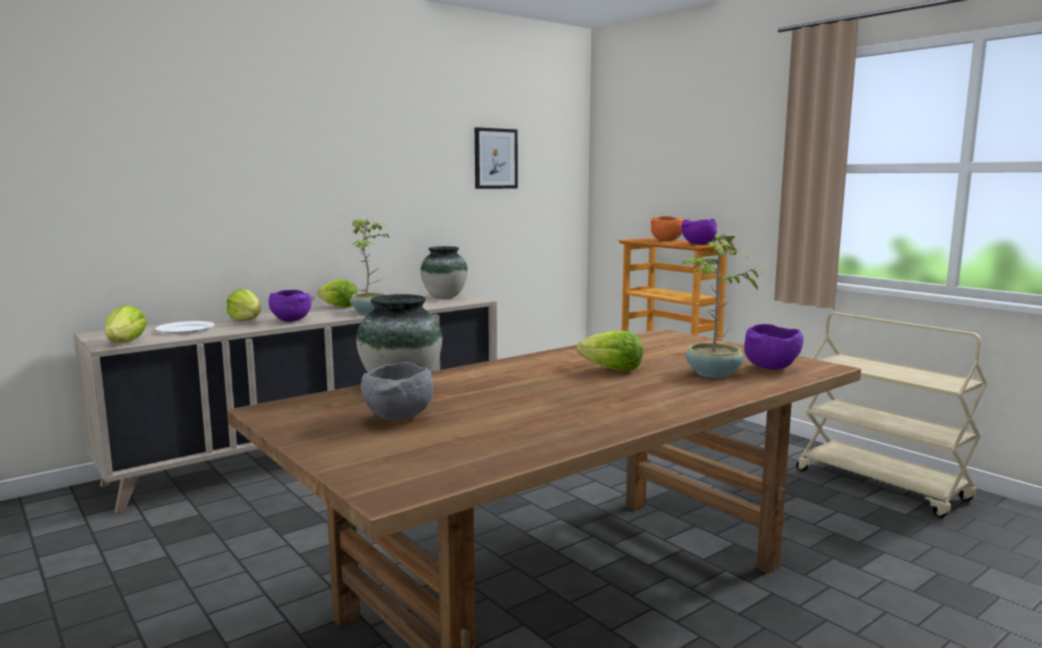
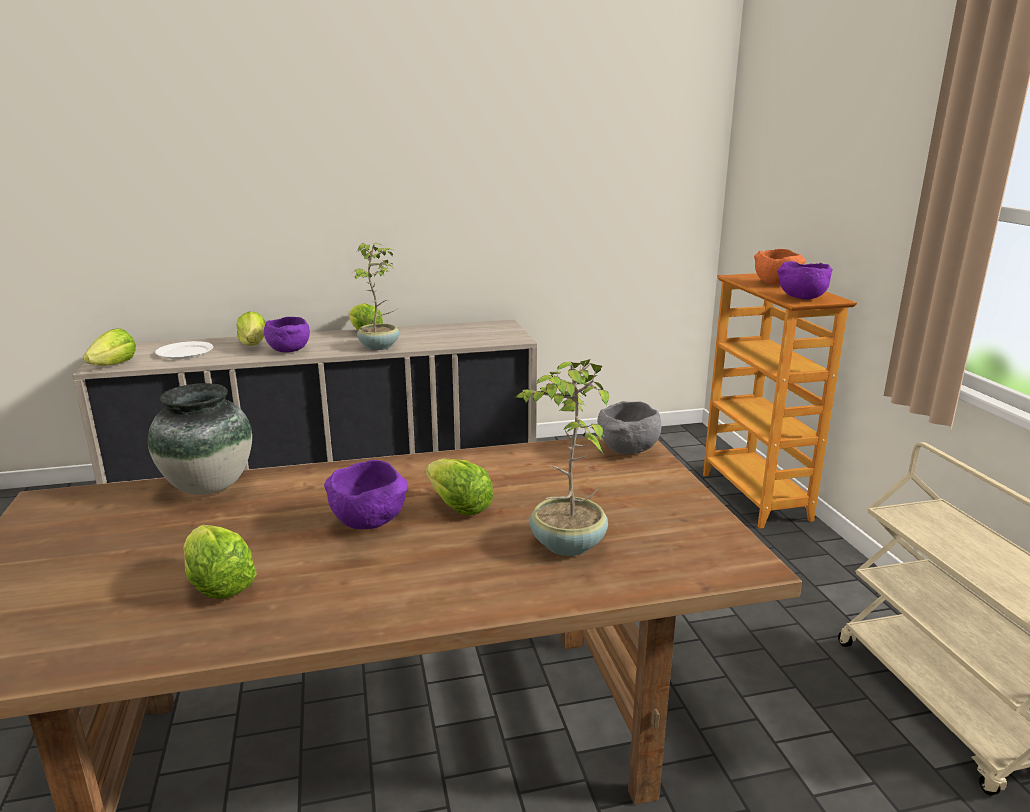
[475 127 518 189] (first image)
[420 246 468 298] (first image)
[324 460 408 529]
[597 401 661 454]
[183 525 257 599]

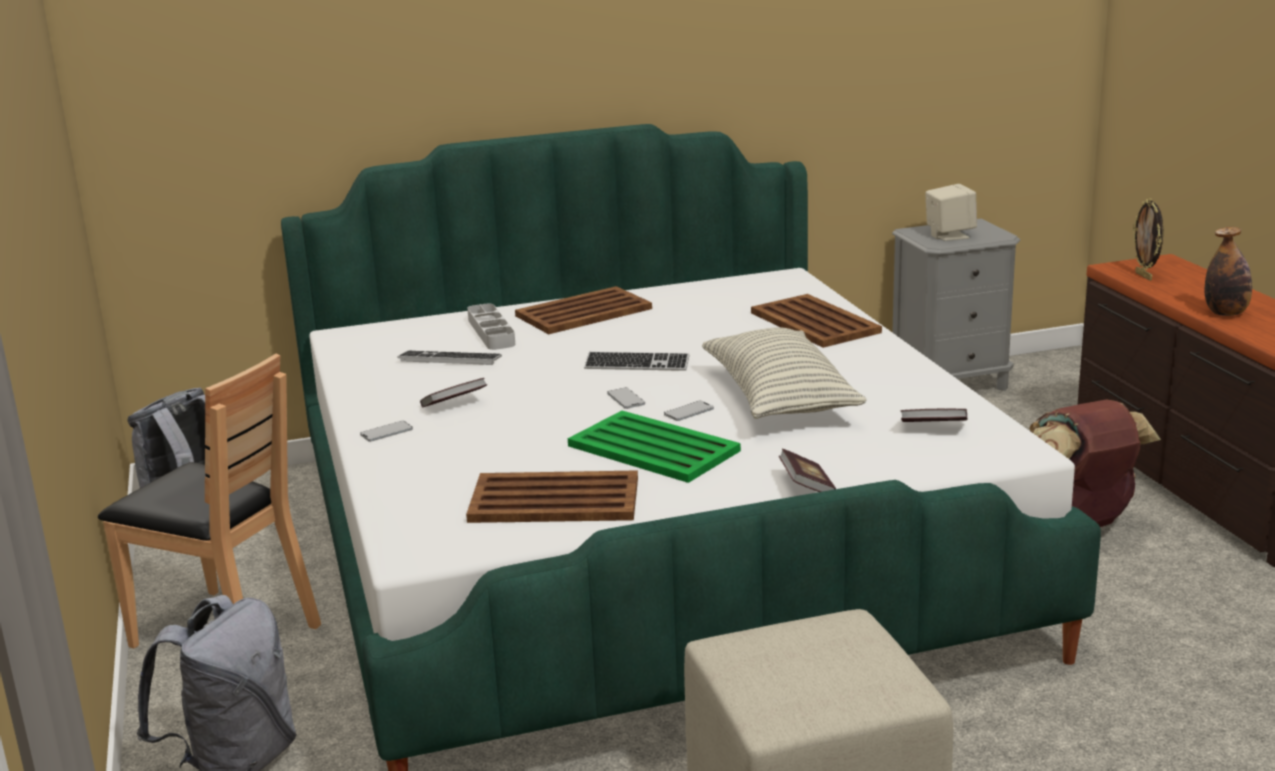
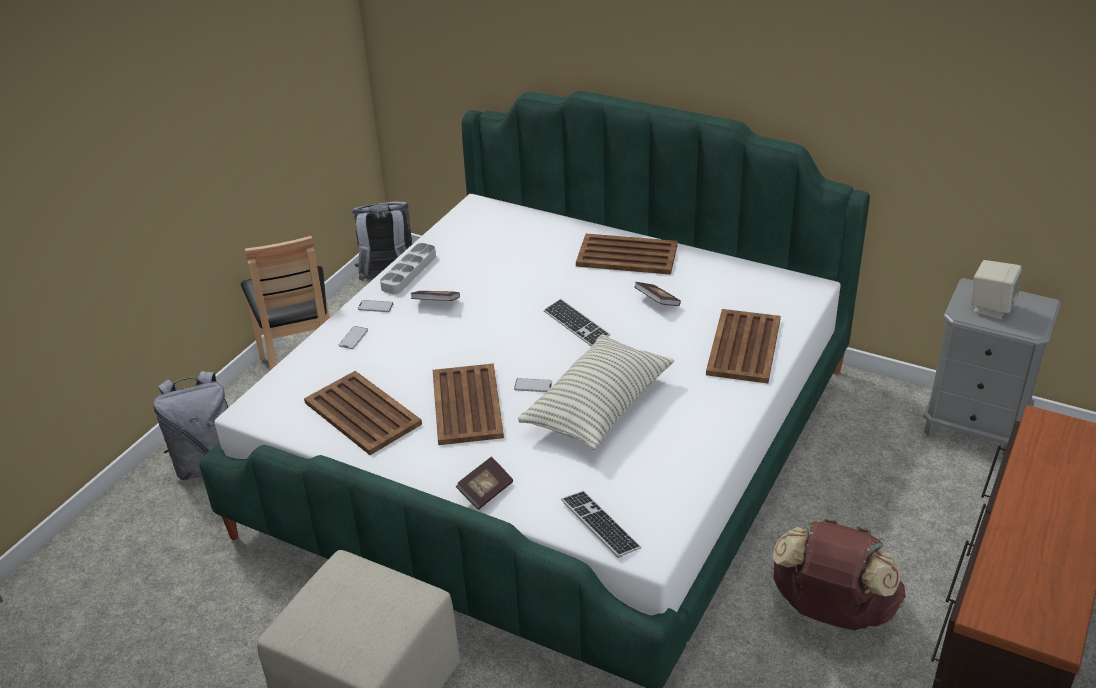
[1133 198 1163 281] (first image)
[1205 227 1252 316] (first image)
[380 243 436 294]
[561 491 641 558]
[339 326 368 349]
[634 282 681 306]
[433 363 504 445]

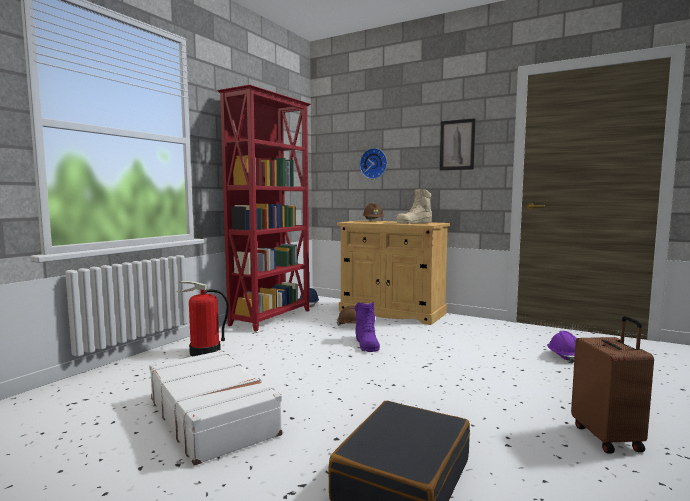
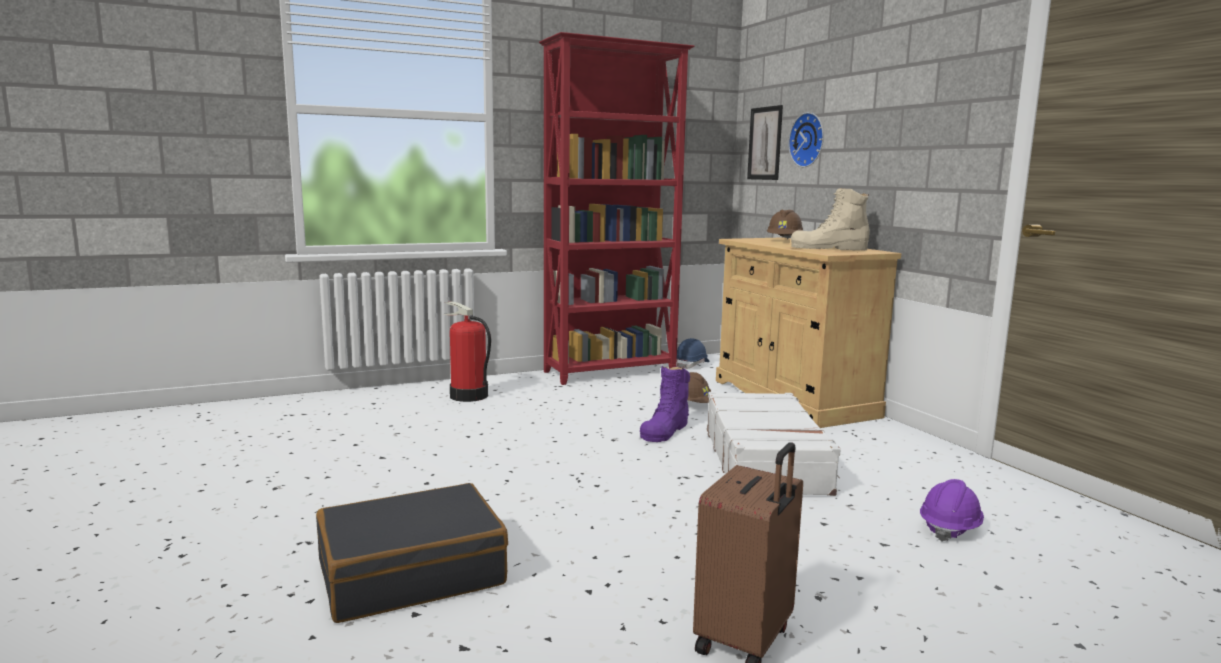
[747 105 783 180]
[707 392 841 496]

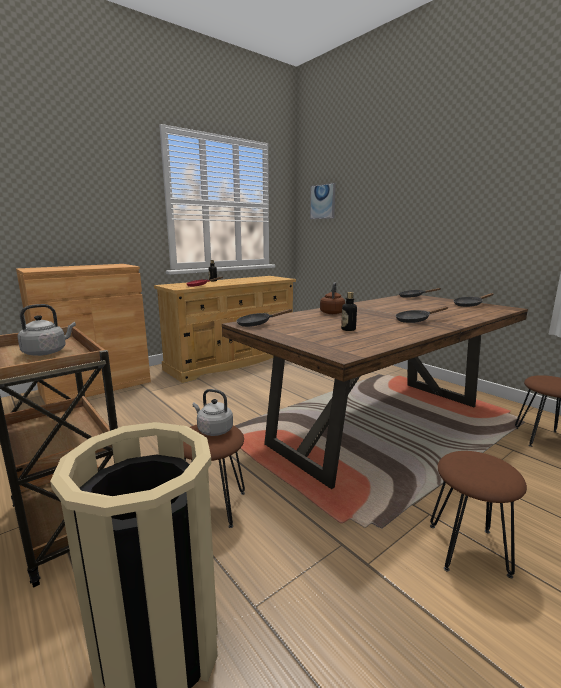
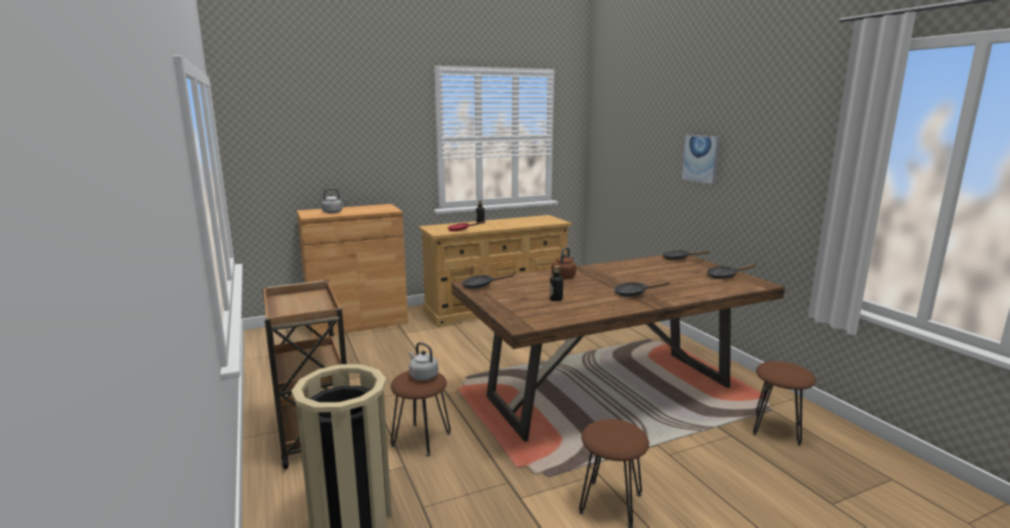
[681 135 721 185]
[322 188 348 214]

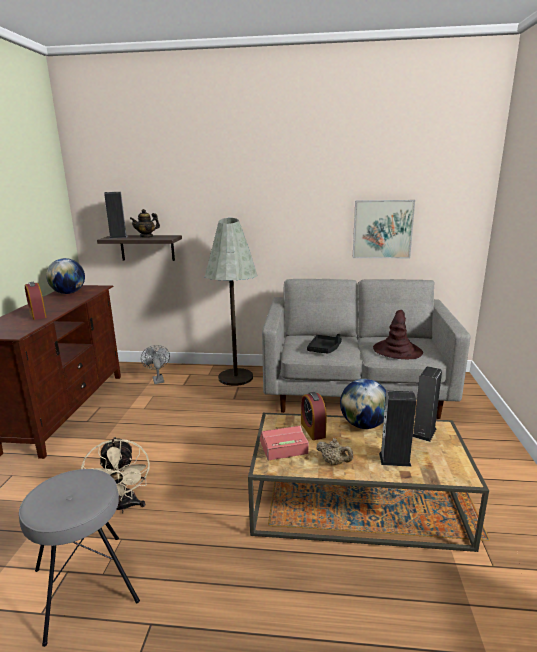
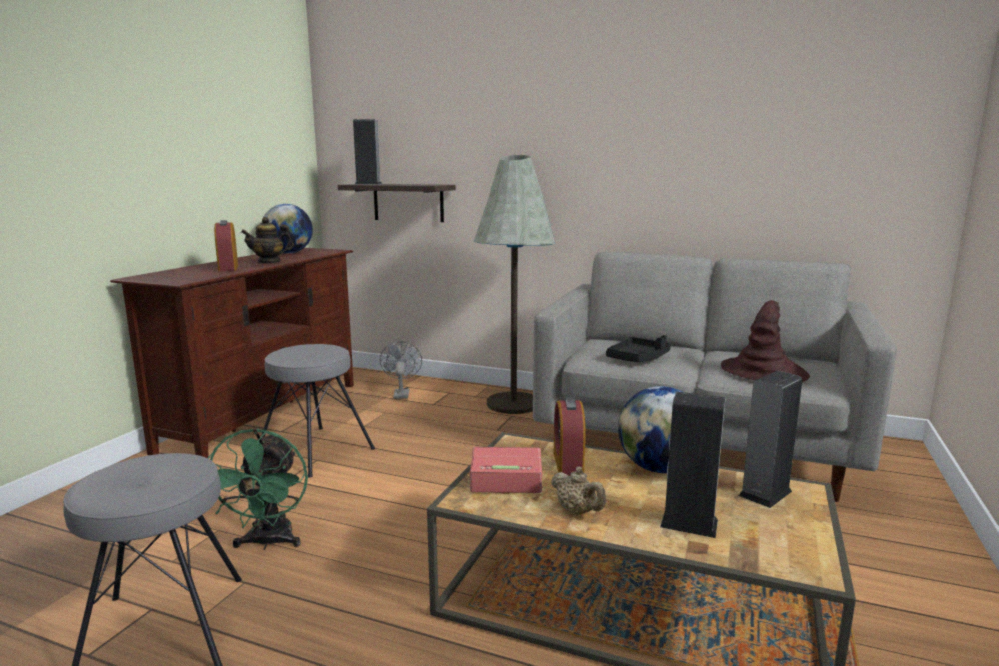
[353 200 415 258] (first image)
[241 217 294 264]
[208 428 308 550]
[261 344 375 478]

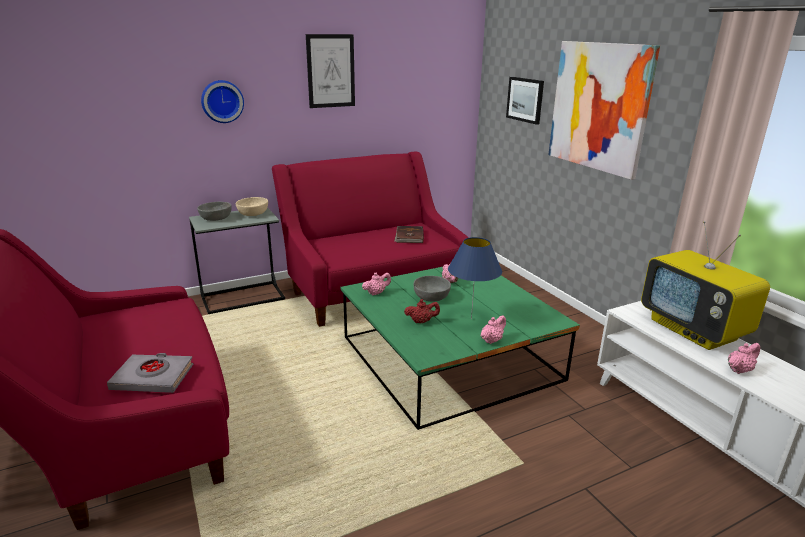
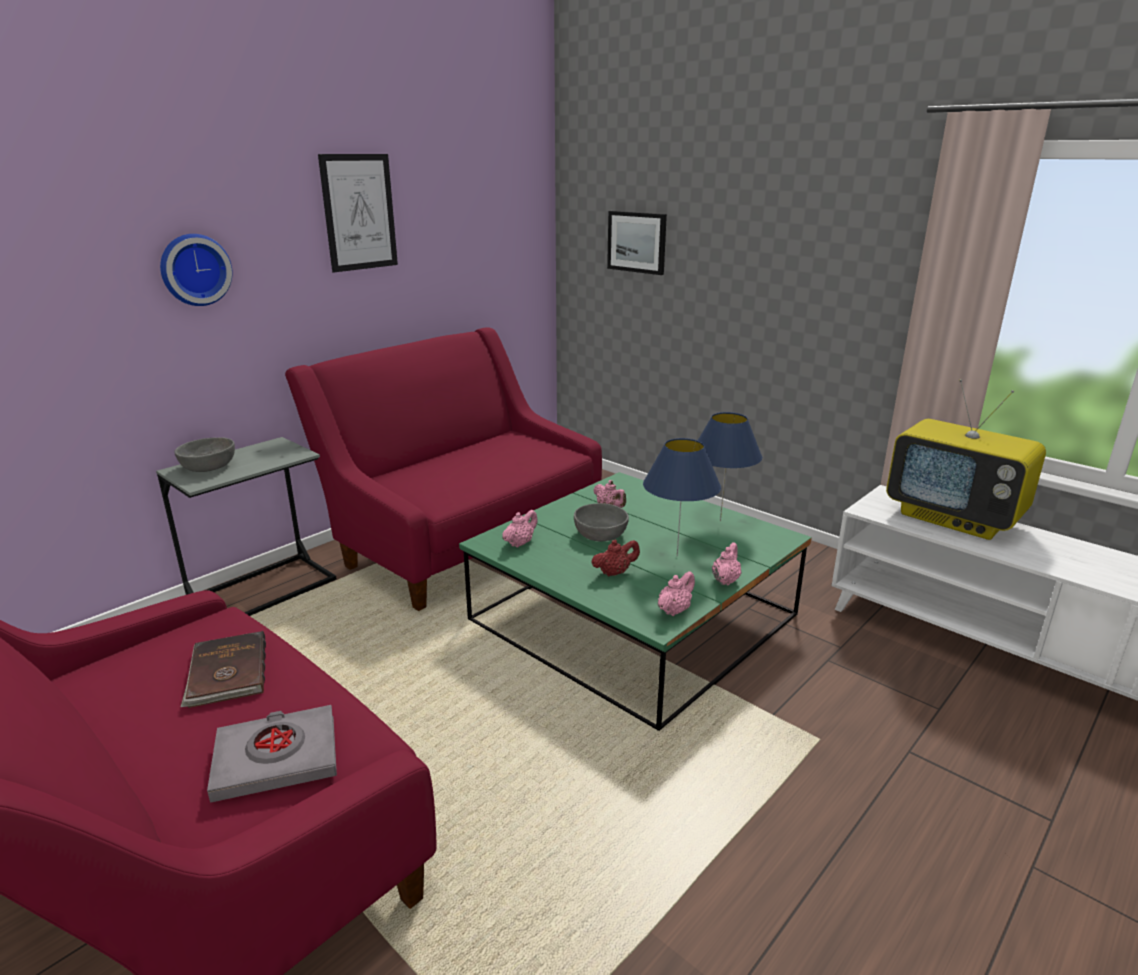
[548 41 660 180] (first image)
[236 197 268 216] (first image)
[180 631 266 708]
[658 571 695 616]
[698 412 762 521]

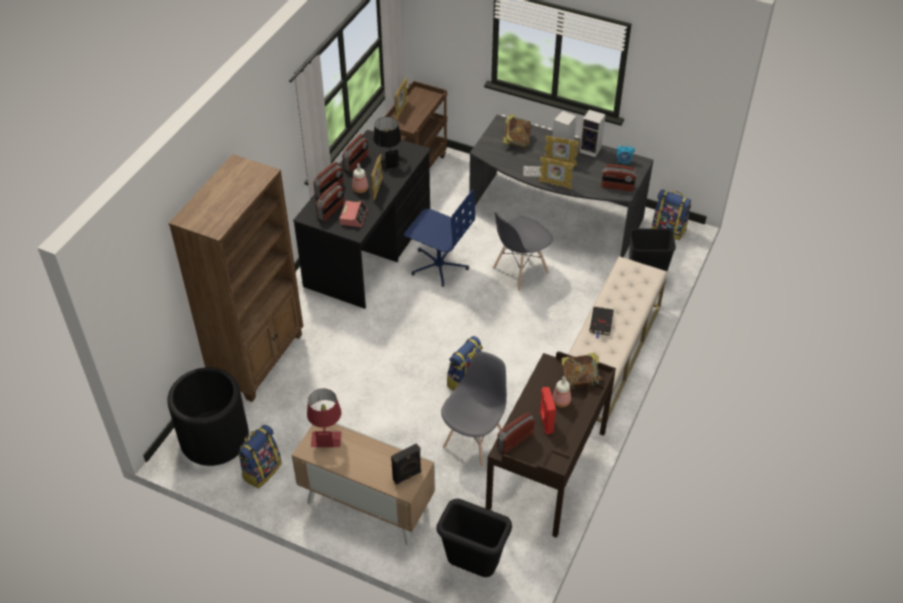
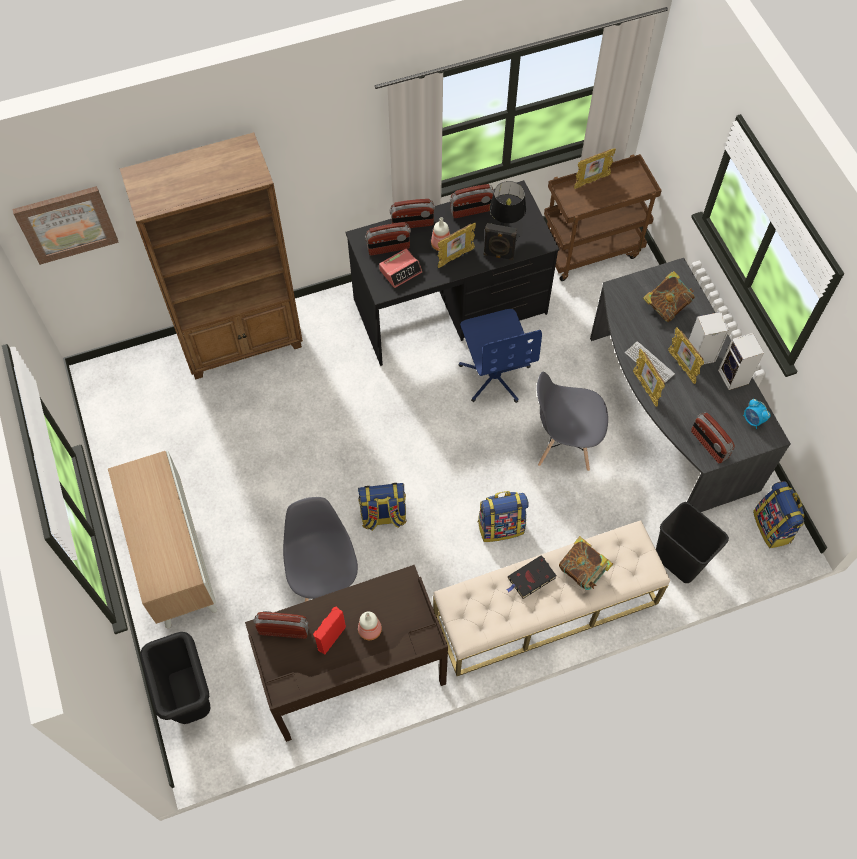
[283 497 358 602]
[559 536 613 590]
[167 367 249 466] (first image)
[307 388 341 447] (first image)
[477 491 529 542]
[483 223 517 260]
[12 186 119 265]

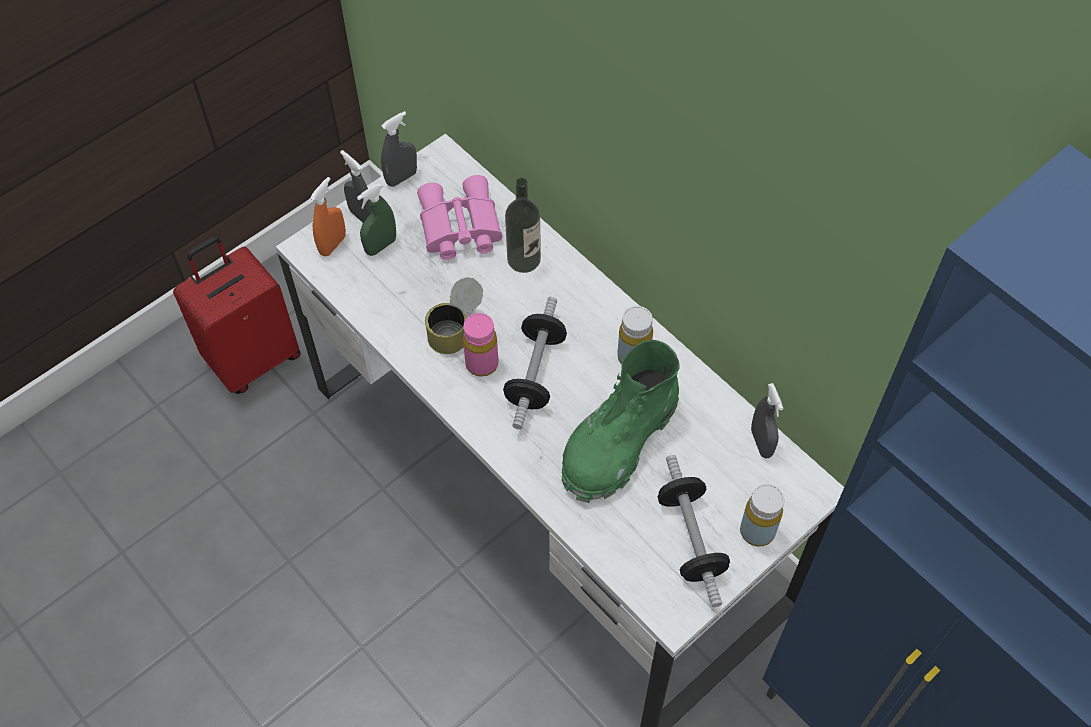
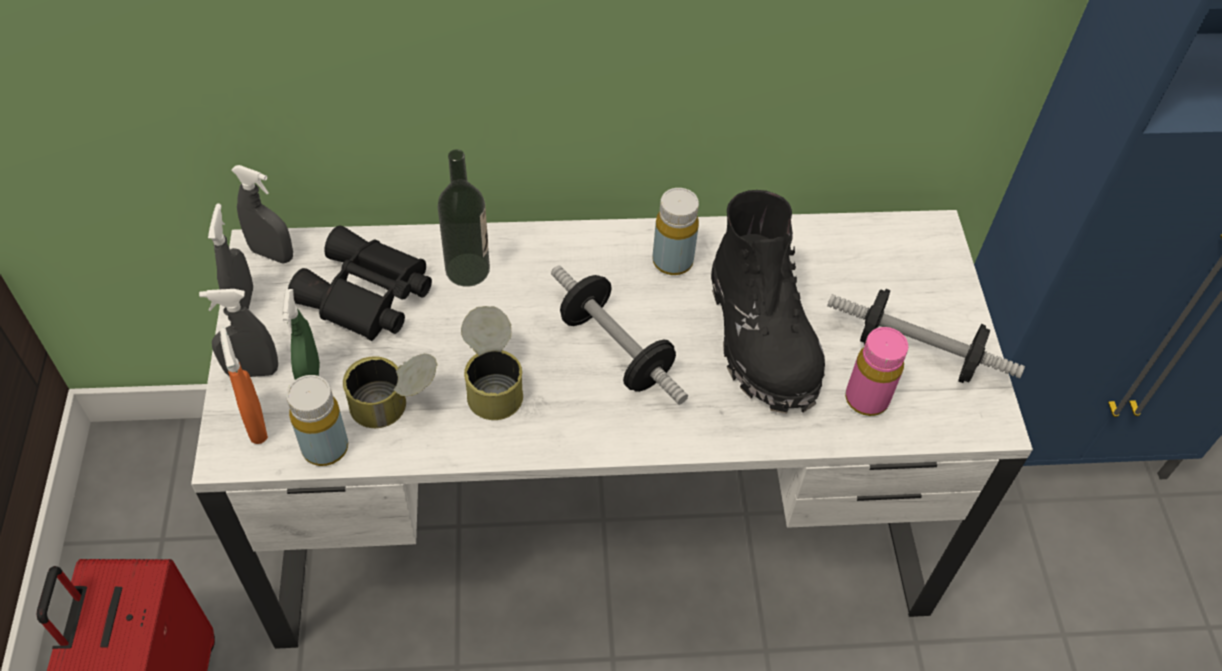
[288 225 432 341]
[845 327 908 416]
[711 190 825 414]
[231 165 293 264]
[286 375 348 466]
[343 354 437 428]

